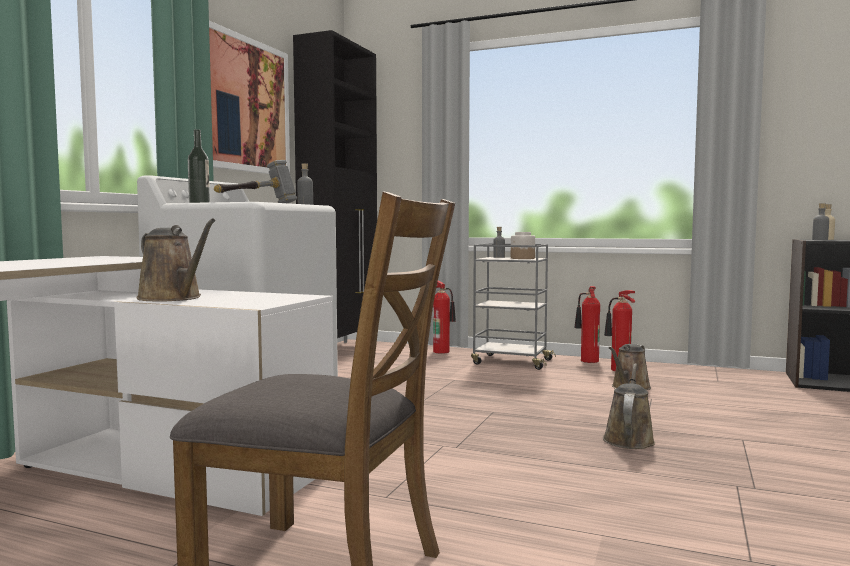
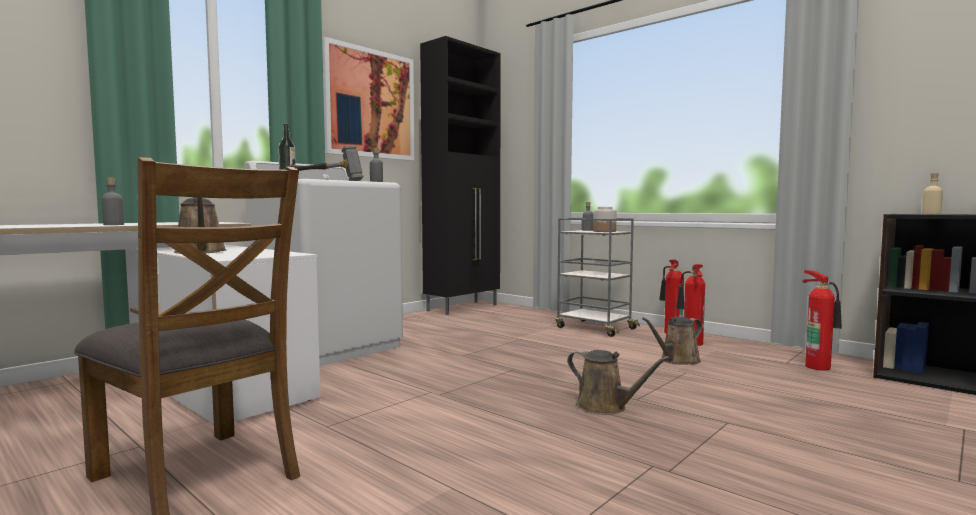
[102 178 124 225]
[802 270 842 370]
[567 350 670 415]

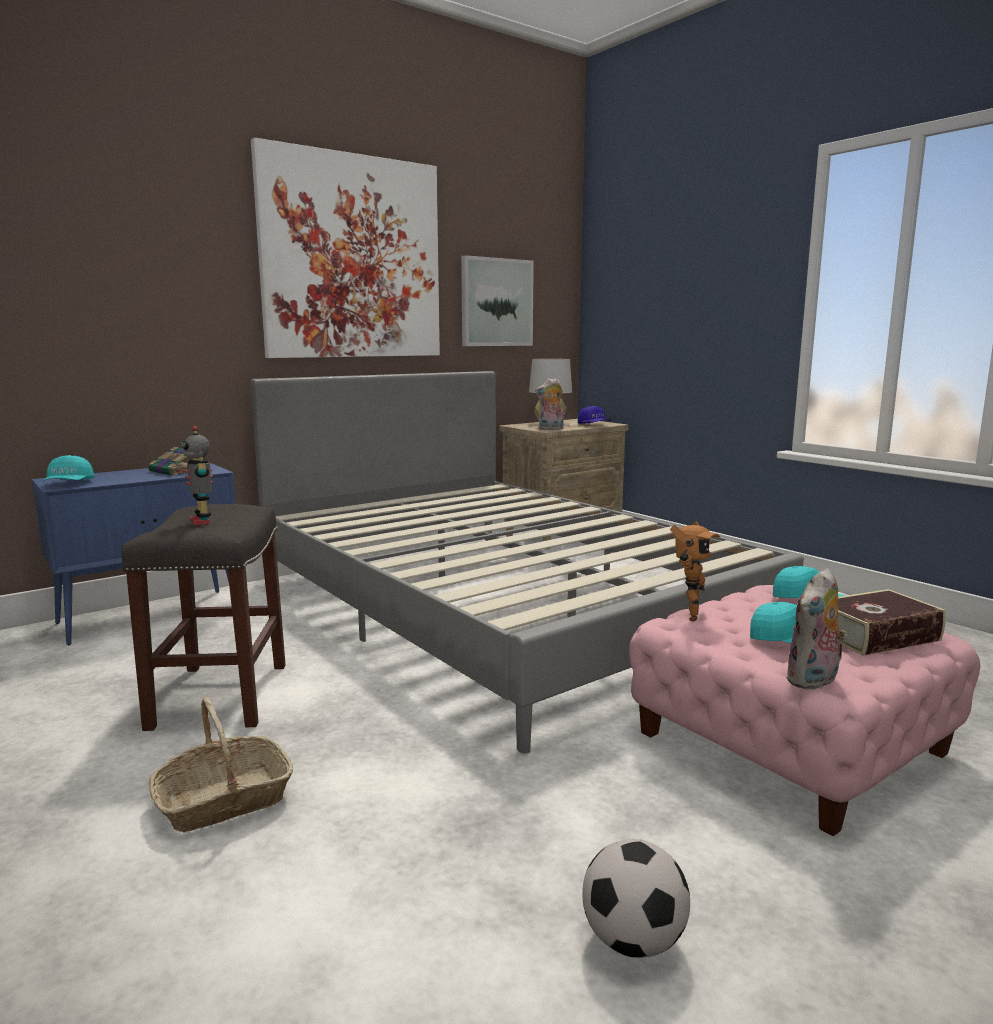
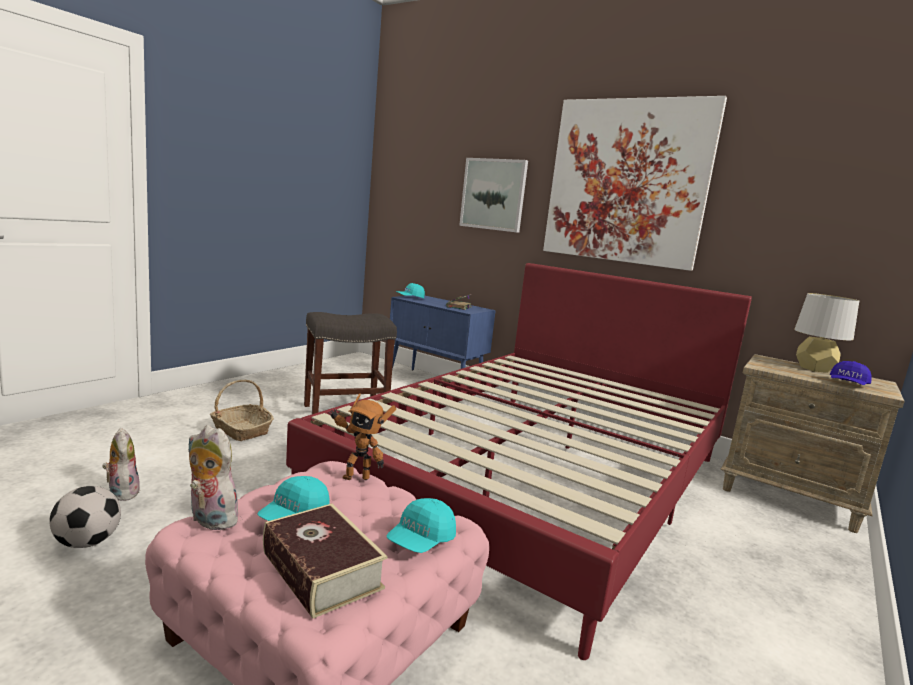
[459 158 528 233]
[286 263 752 660]
[103 428 140 501]
[182 426 213 525] (first image)

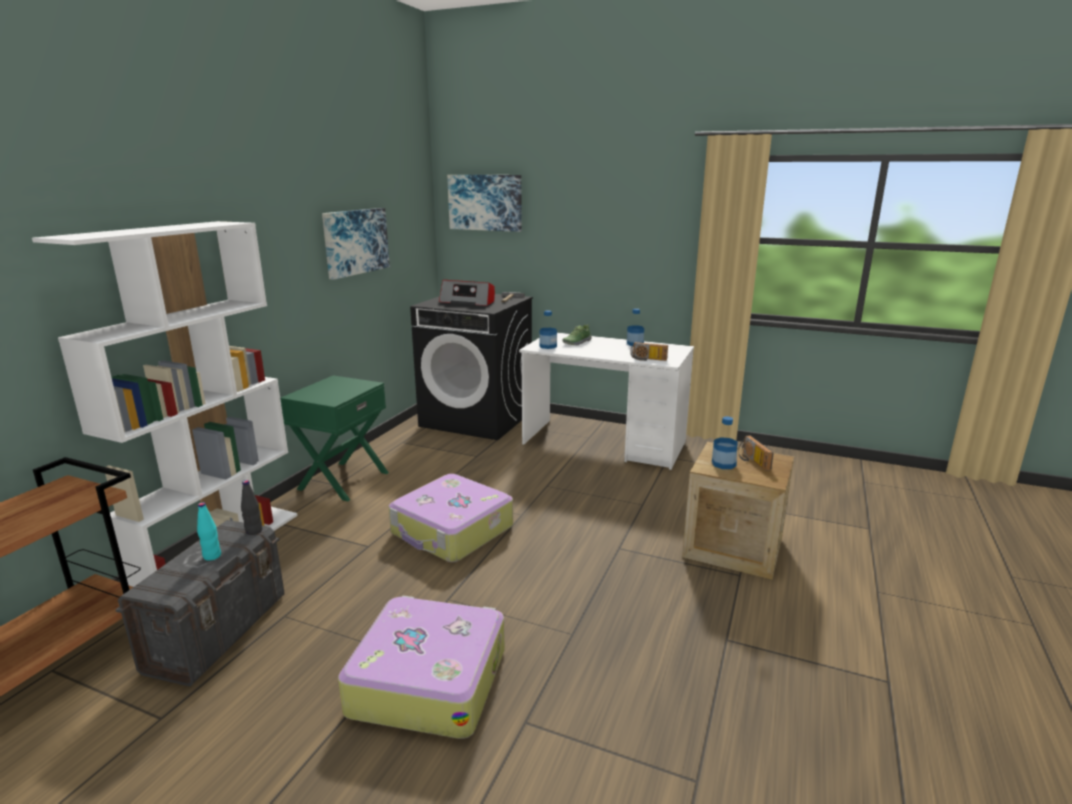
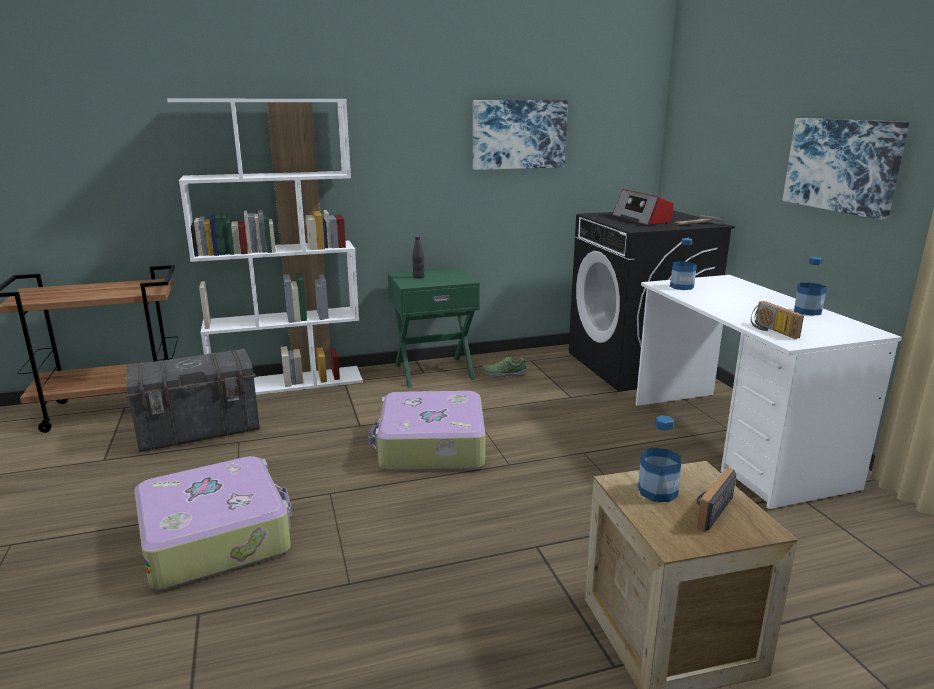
[782 118 909 220]
[482 357 527 377]
[412 236 424 279]
[197 502 221 561] (first image)

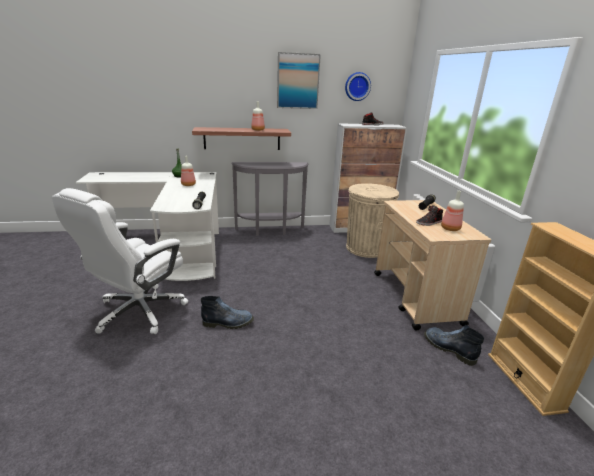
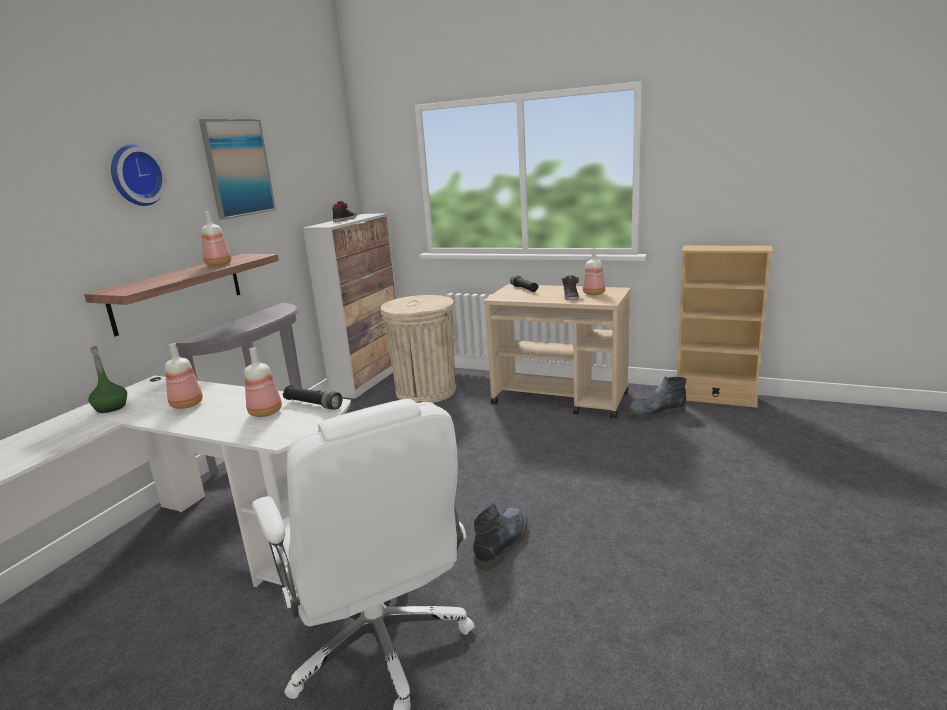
[111 144 167 206]
[244 347 282 417]

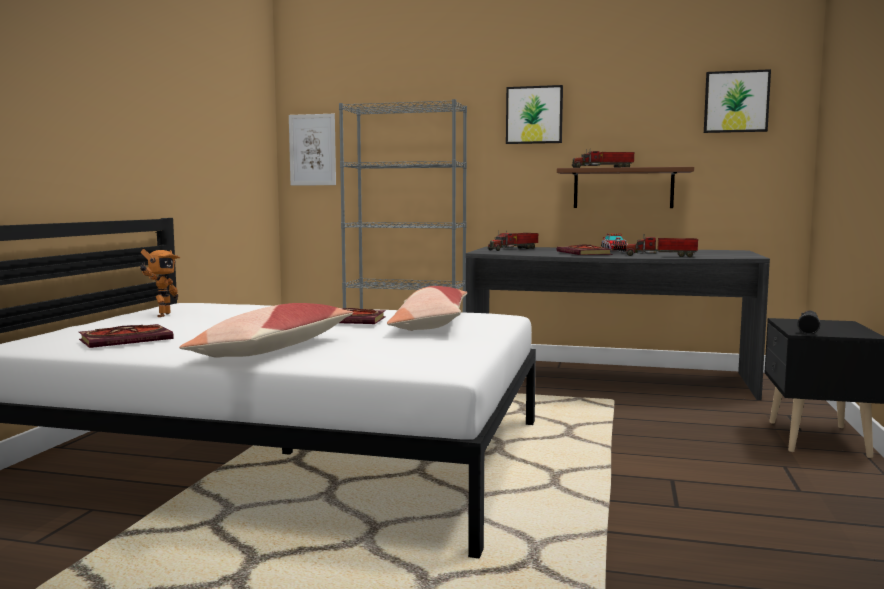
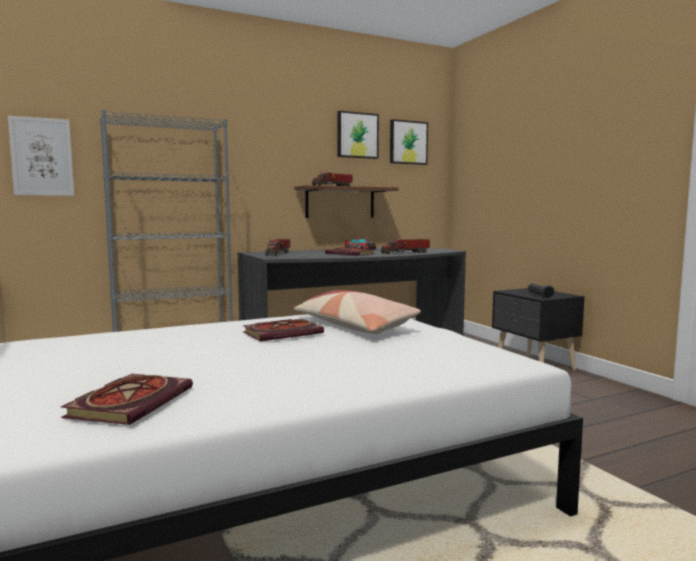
[337 111 379 159]
[140 249 180 317] (first image)
[179 303 353 358] (first image)

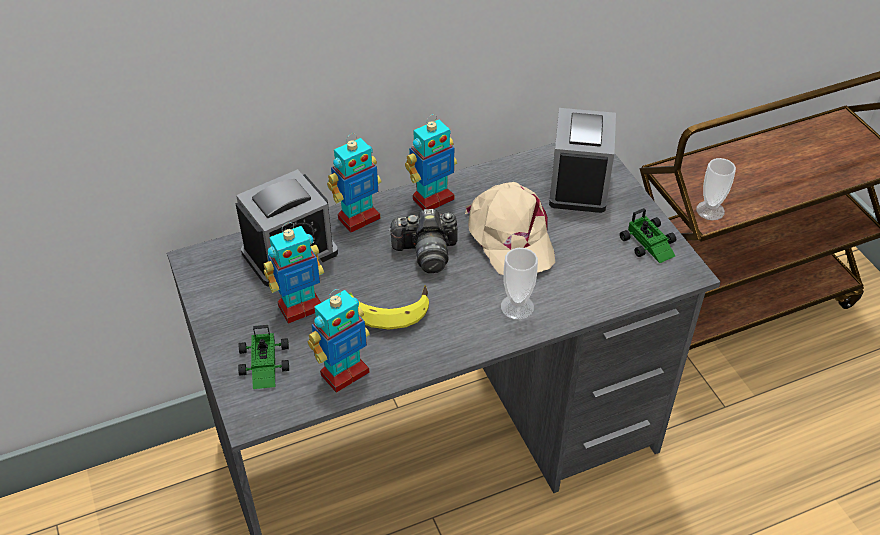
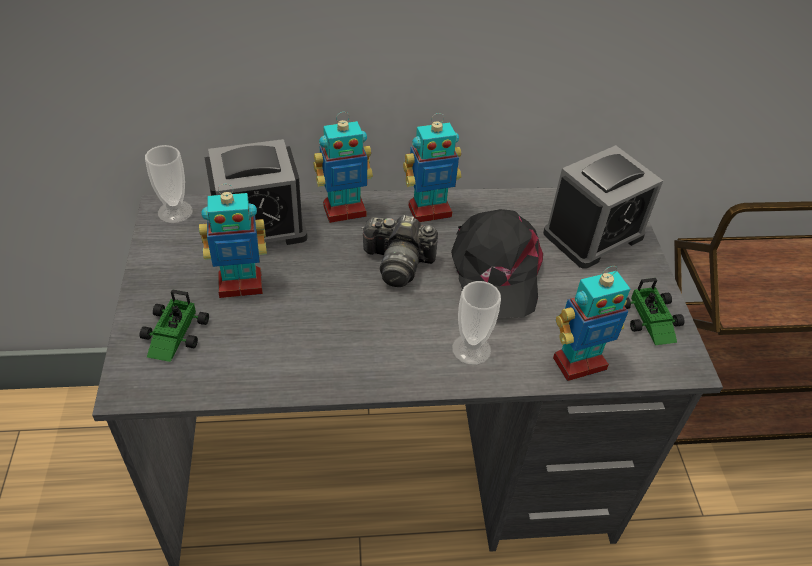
[543 145 663 269]
[145 145 193 224]
[451 209 543 318]
[348 285 429 330] (first image)
[553 266 630 381]

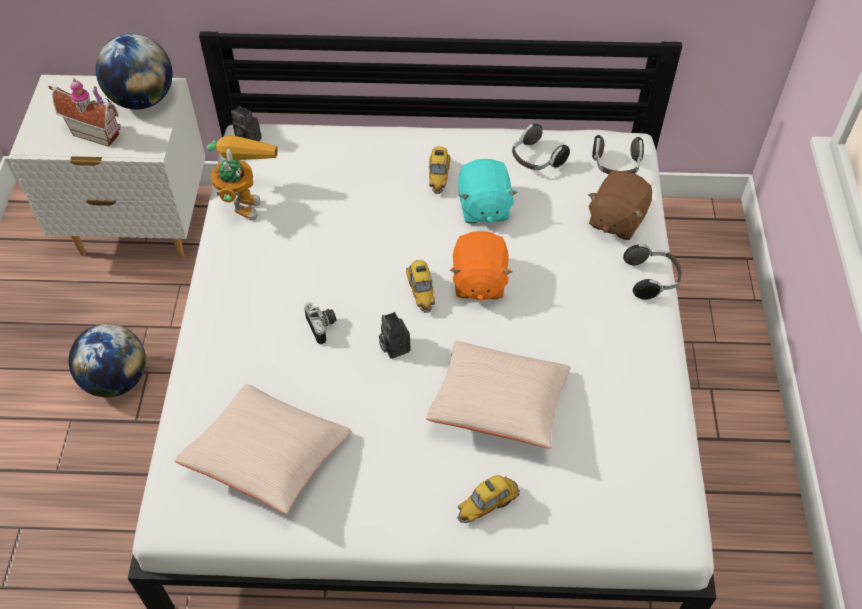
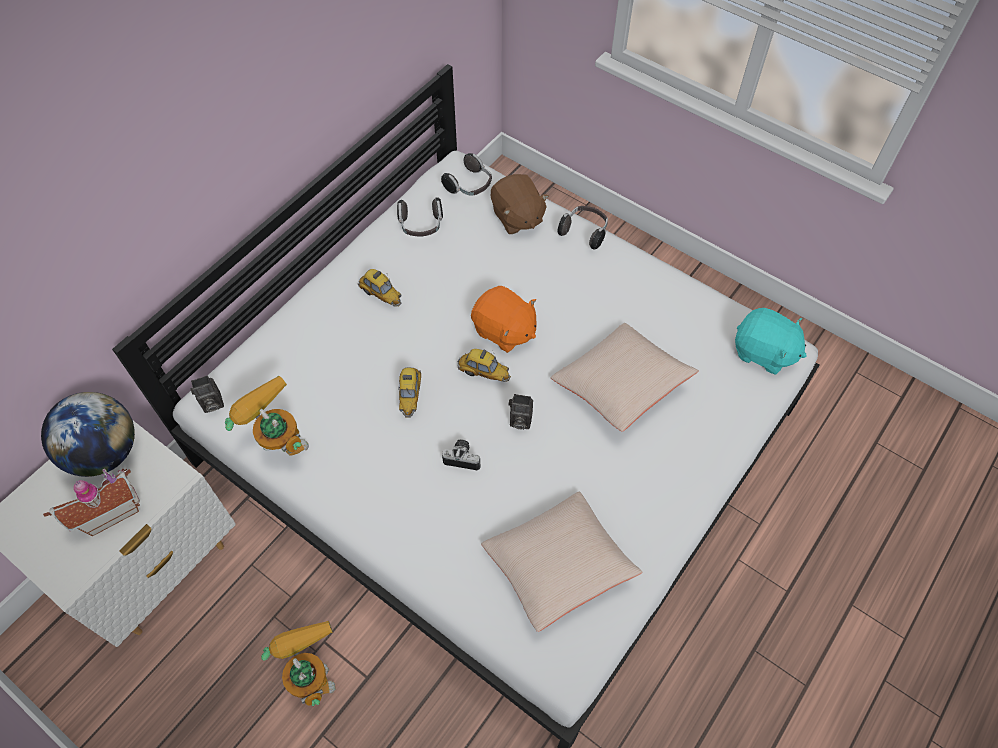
[735 308 807 375]
[261 621 336 706]
[398 367 421 418]

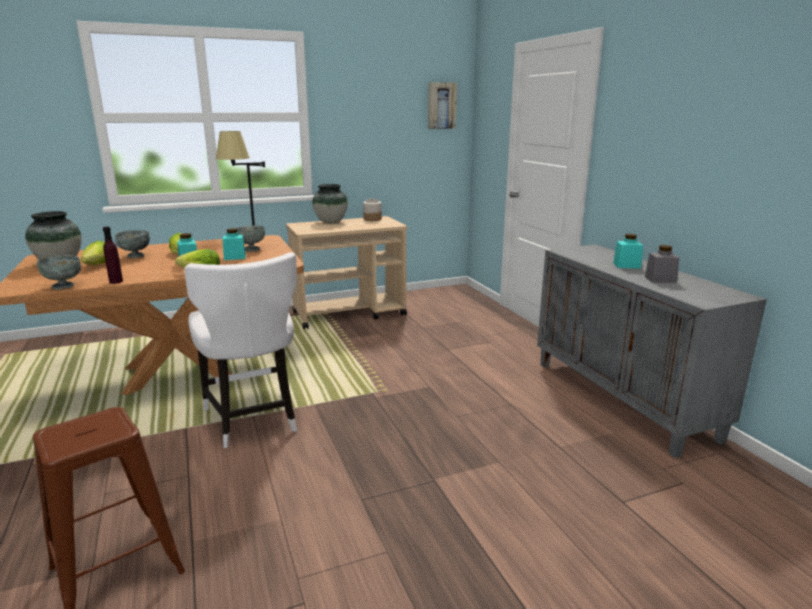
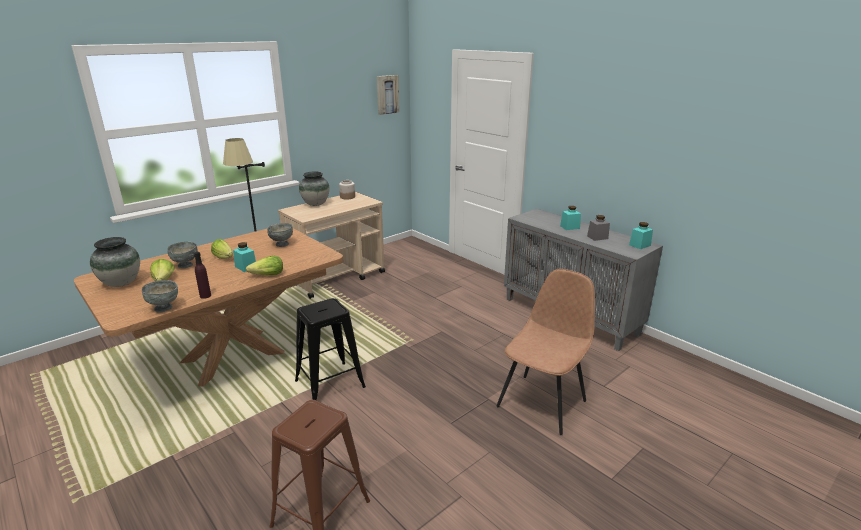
[629 222 653 249]
[295 298 366 400]
[496 269 595 435]

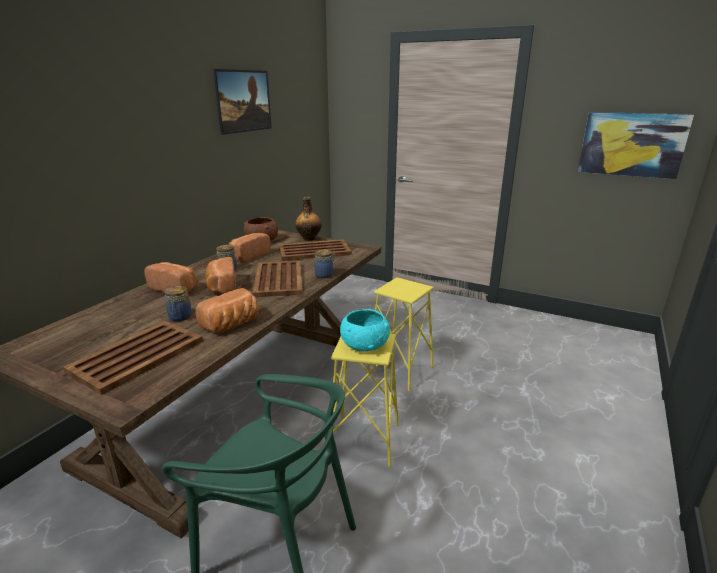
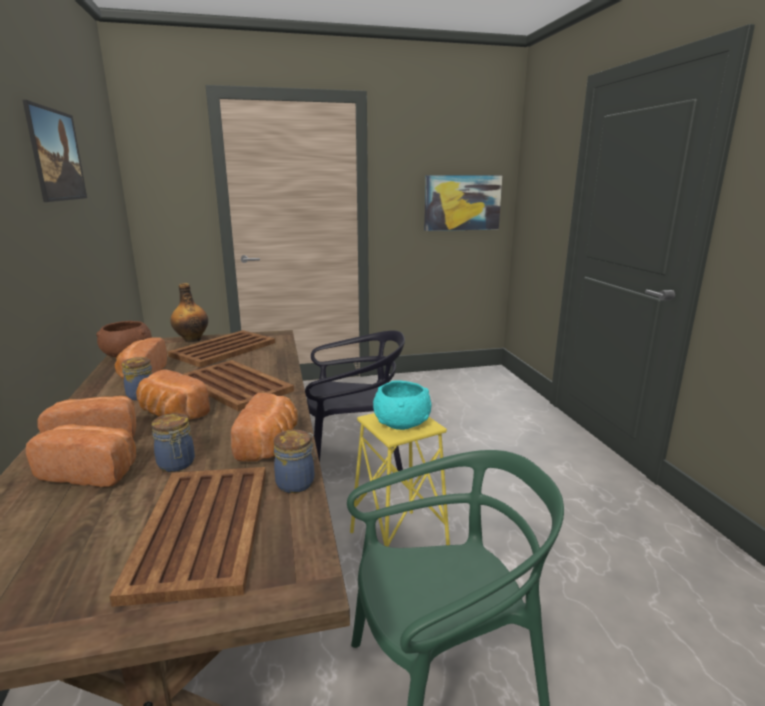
[274 430 316 493]
[305 331 405 471]
[26 424 136 487]

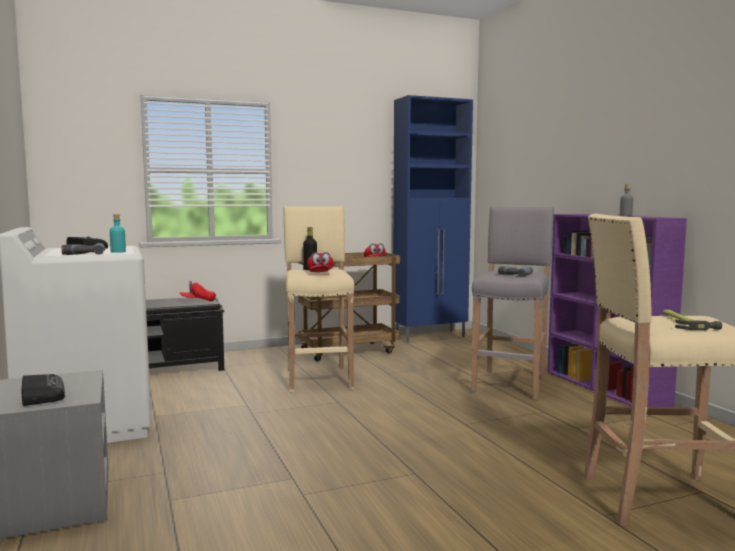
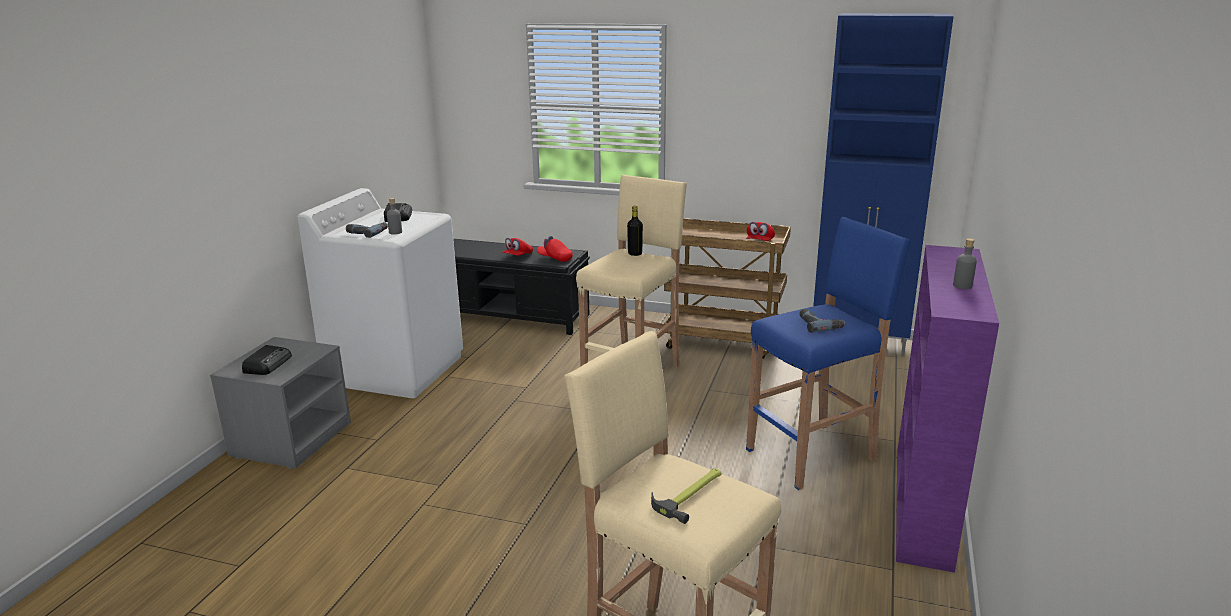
[746 217 911 490]
[387 198 402 235]
[501 238 533 256]

